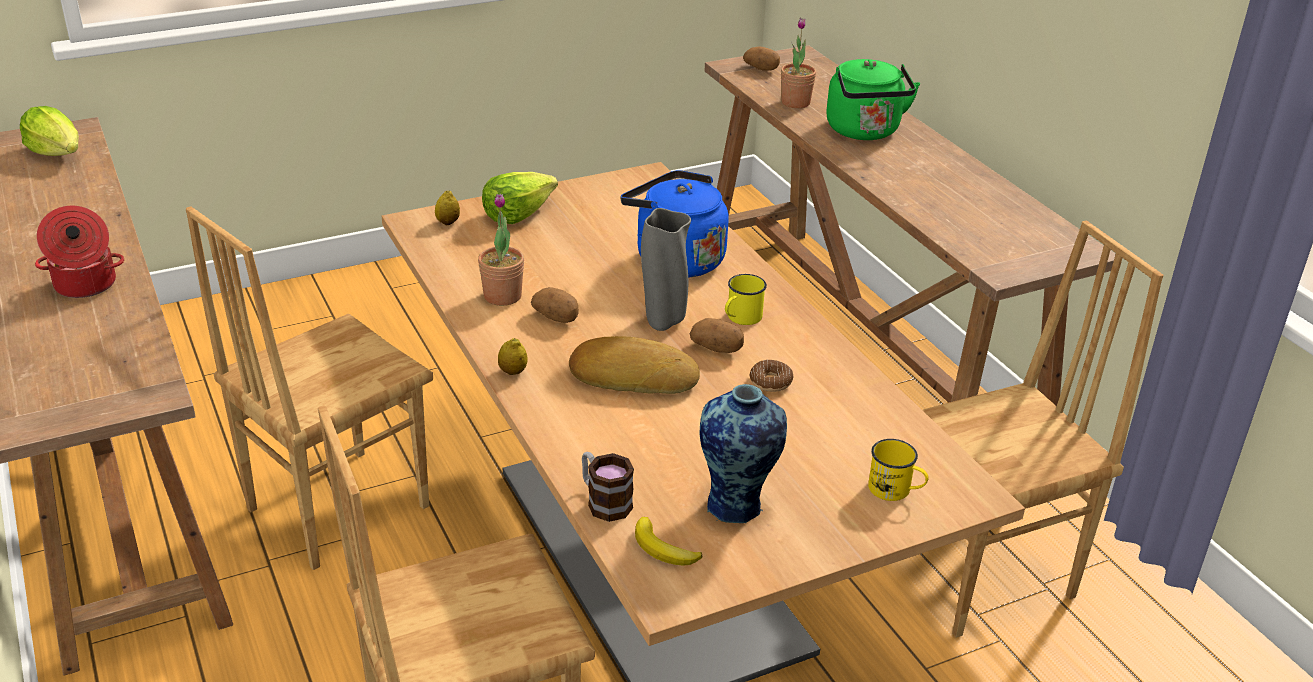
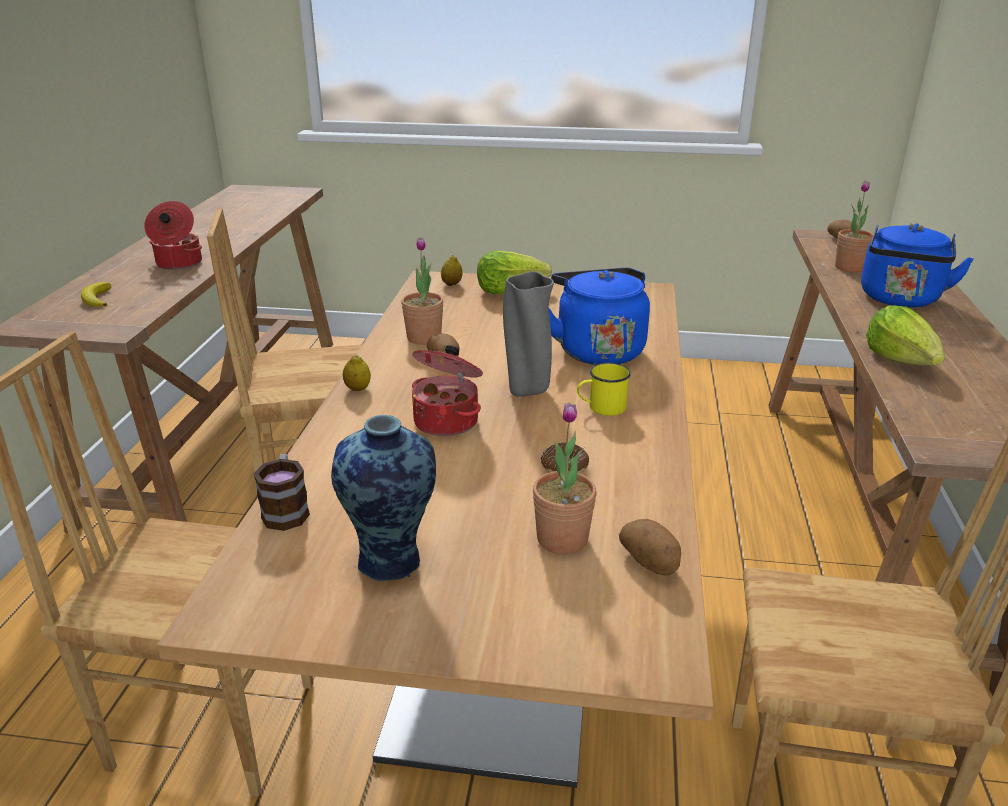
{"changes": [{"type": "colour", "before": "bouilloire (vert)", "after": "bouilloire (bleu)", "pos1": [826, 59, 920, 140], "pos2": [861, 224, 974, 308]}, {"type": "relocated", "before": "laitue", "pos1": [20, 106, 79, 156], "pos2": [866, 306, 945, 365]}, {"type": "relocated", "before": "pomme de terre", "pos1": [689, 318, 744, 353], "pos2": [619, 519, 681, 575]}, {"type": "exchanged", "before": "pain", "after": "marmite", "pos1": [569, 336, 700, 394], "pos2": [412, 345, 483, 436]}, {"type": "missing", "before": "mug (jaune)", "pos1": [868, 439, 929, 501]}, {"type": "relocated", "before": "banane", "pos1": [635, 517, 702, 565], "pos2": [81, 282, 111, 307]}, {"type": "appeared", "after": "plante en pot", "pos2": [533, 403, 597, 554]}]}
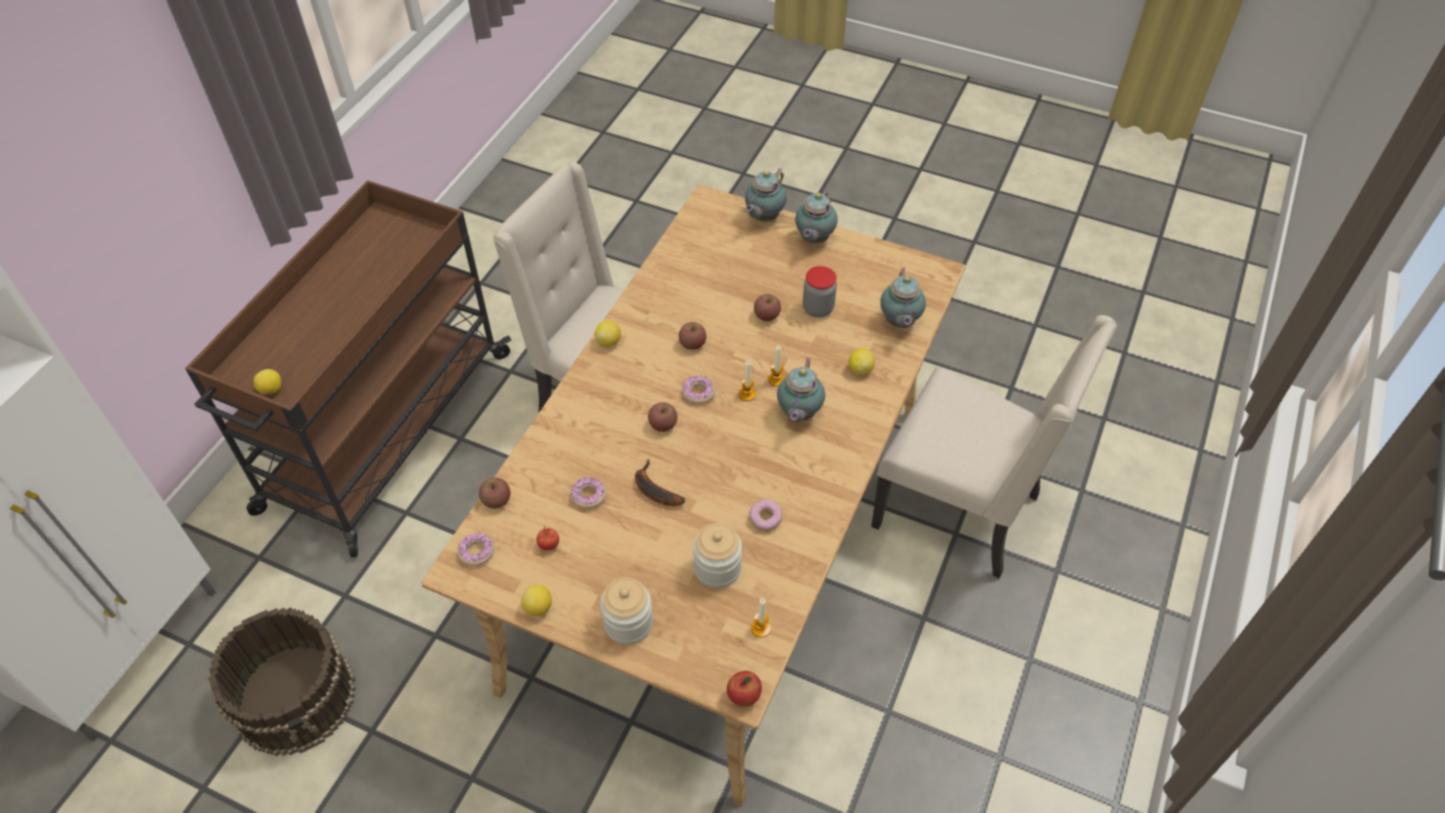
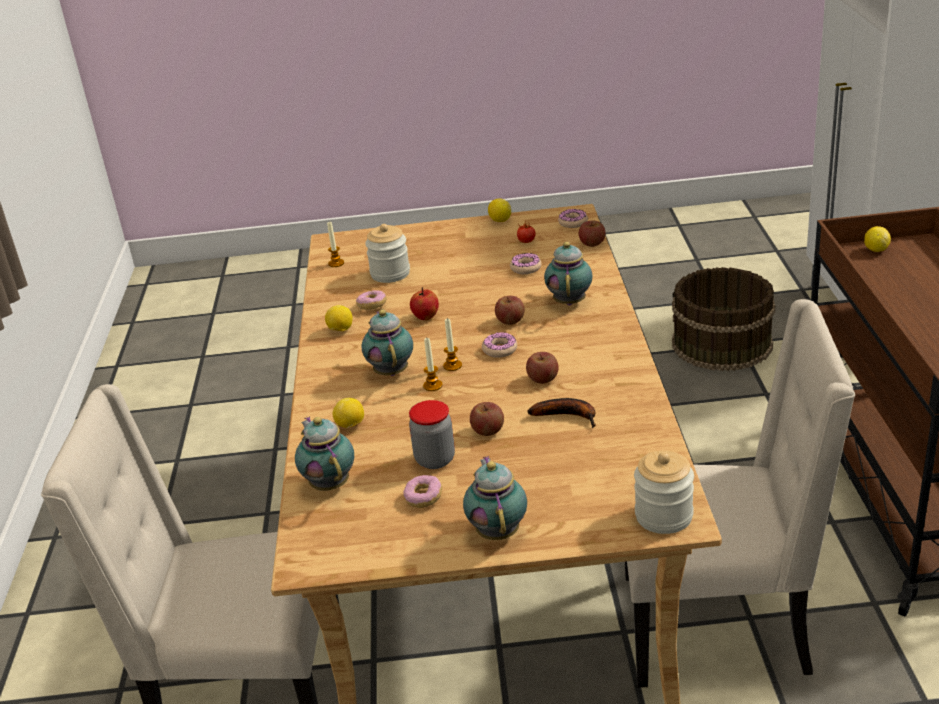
{"changes": [{"type": "relocated", "before": "théière", "pos1": [745, 168, 786, 222], "pos2": [544, 242, 593, 306]}, {"type": "relocated", "before": "citron", "pos1": [595, 321, 621, 347], "pos2": [325, 305, 353, 331]}, {"type": "relocated", "before": "banane", "pos1": [635, 459, 685, 506], "pos2": [527, 398, 595, 428]}, {"type": "relocated", "before": "bocal", "pos1": [600, 578, 653, 645], "pos2": [634, 450, 694, 534]}, {"type": "relocated", "before": "pomme", "pos1": [727, 671, 762, 707], "pos2": [410, 287, 439, 320]}, {"type": "appeared", "after": "beignet", "pos2": [403, 475, 442, 508]}]}
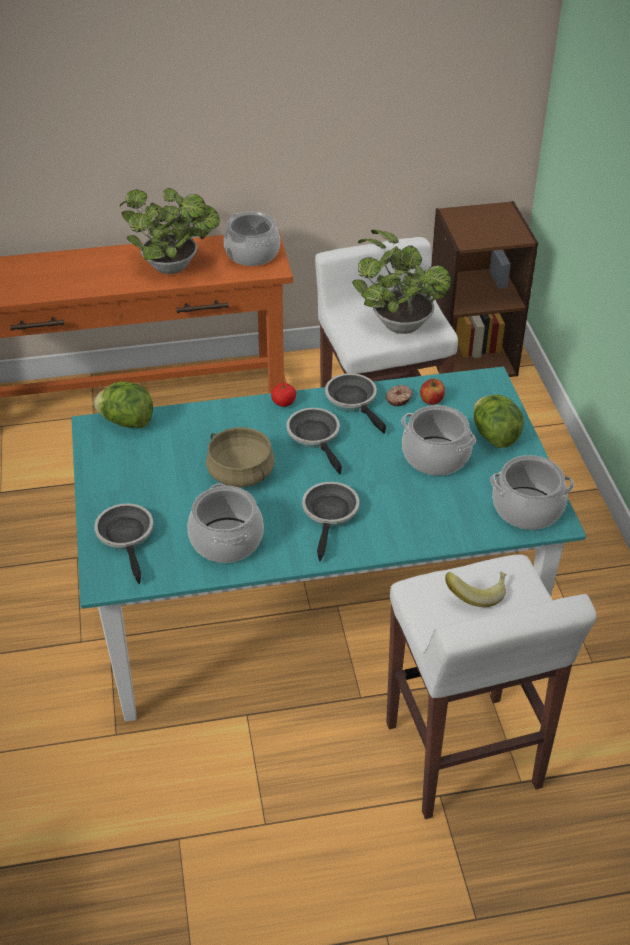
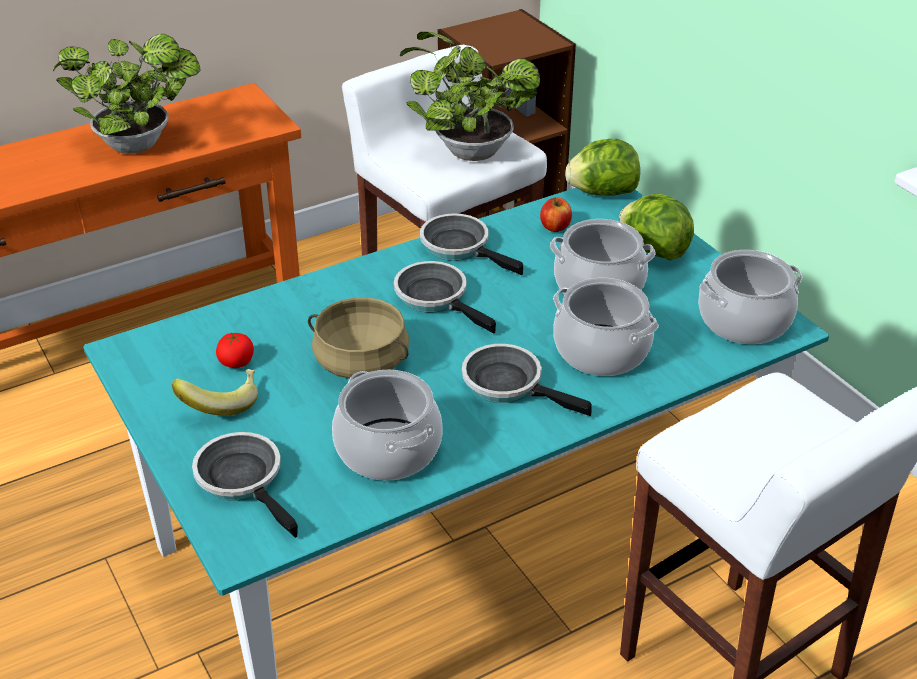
{"changes": [{"type": "relocated", "before": "marmite", "pos1": [223, 211, 280, 266], "pos2": [553, 278, 659, 376]}, {"type": "relocated", "before": "laitue", "pos1": [93, 382, 153, 428], "pos2": [565, 139, 640, 196]}, {"type": "relocated", "before": "tomate", "pos1": [271, 383, 296, 407], "pos2": [216, 333, 254, 368]}, {"type": "missing", "before": "beignet", "pos1": [386, 385, 413, 406]}, {"type": "spun", "before": "poêle", "pos1": [302, 482, 359, 561], "pos2": [462, 344, 592, 416], "turn": -45}, {"type": "relocated", "before": "banane", "pos1": [445, 572, 507, 607], "pos2": [172, 369, 258, 416]}]}
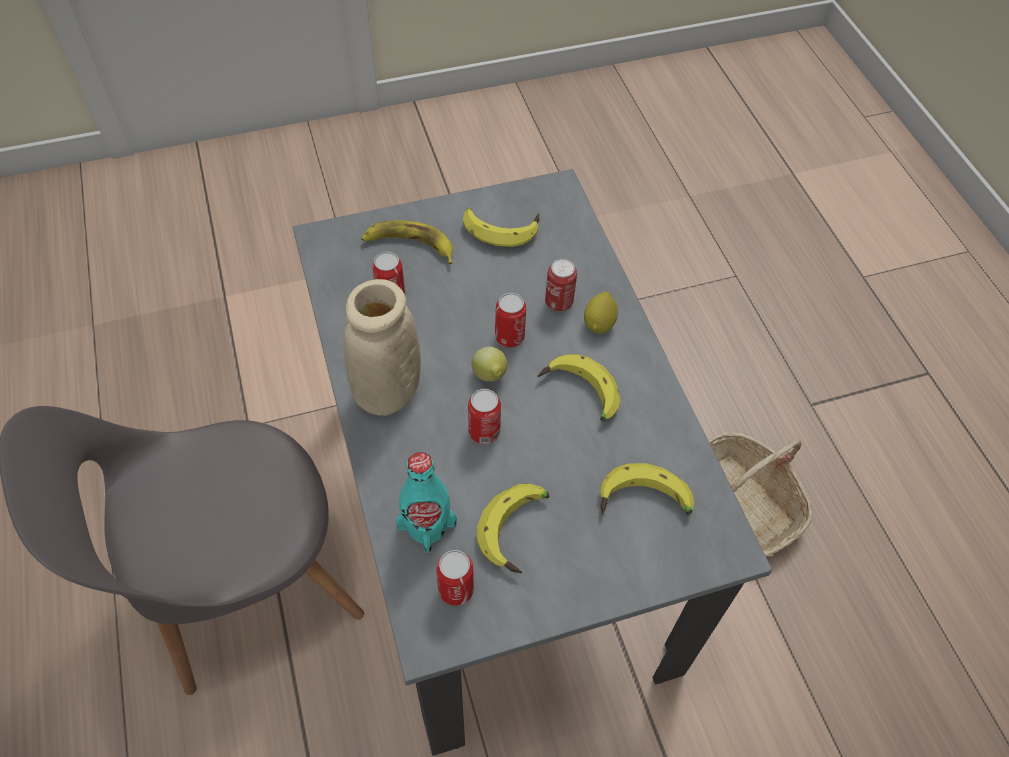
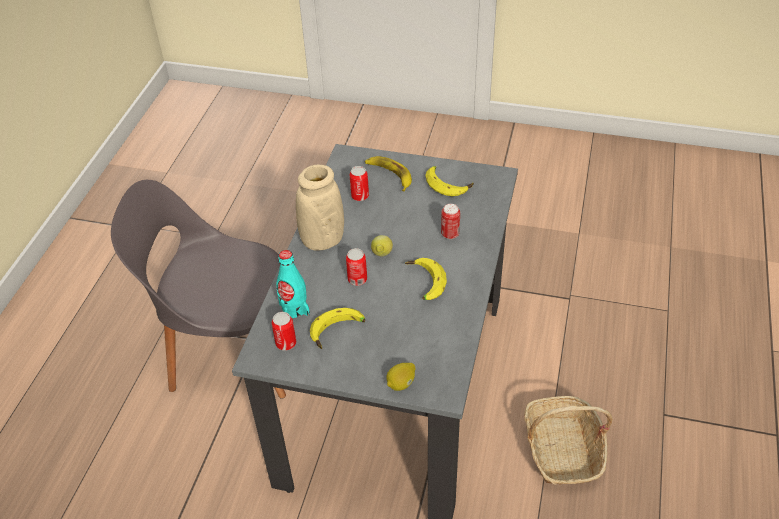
{"changes": [{"type": "relocated", "before": "citron", "pos1": [584, 292, 618, 334], "pos2": [387, 363, 416, 391]}, {"type": "missing", "before": "boîte métallique", "pos1": [495, 293, 526, 348]}, {"type": "missing", "before": "banane", "pos1": [600, 463, 694, 515]}]}
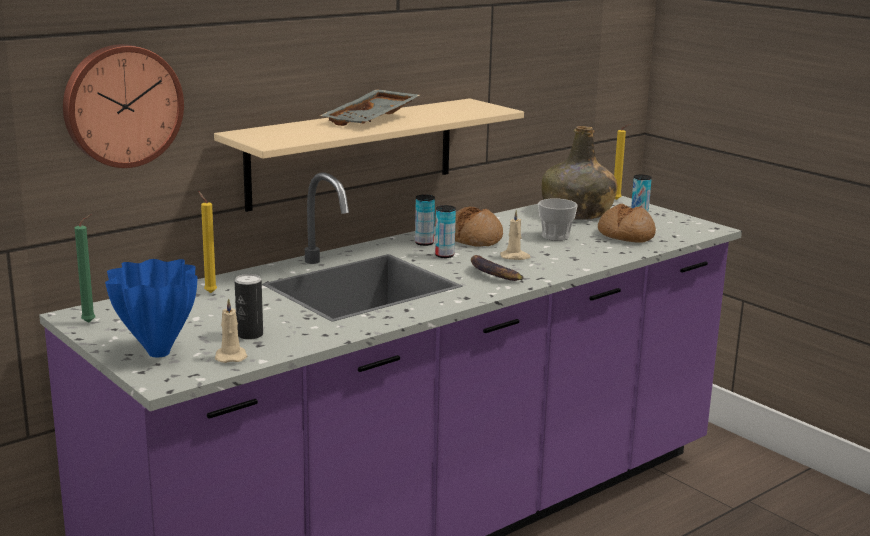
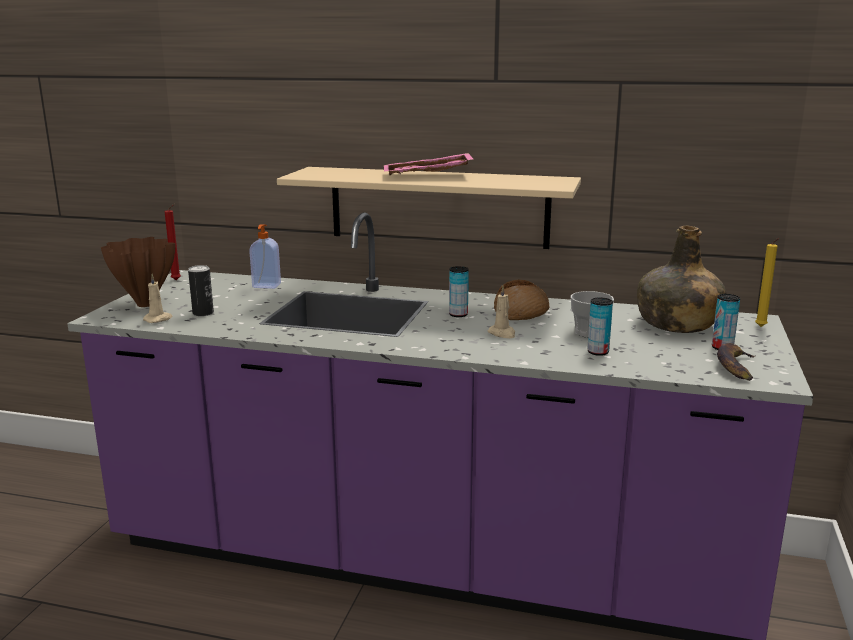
{"changes": [{"type": "missing", "before": "horloge murale", "pos1": [63, 44, 184, 168]}, {"type": "colour", "before": "plateau (gris)", "after": "plateau (rose)", "pos1": [320, 89, 420, 126], "pos2": [384, 153, 473, 175]}, {"type": "exchanged", "before": "bougie (jaune)", "after": "distributeur de savon", "pos1": [199, 192, 217, 293], "pos2": [249, 224, 281, 289]}, {"type": "relocated", "before": "boîte métallique", "pos1": [415, 194, 435, 246], "pos2": [587, 298, 613, 356]}, {"type": "missing", "before": "pain", "pos1": [598, 203, 656, 242]}, {"type": "colour", "before": "bougie (vert)", "after": "bougie (rouge)", "pos1": [75, 214, 95, 323], "pos2": [165, 204, 181, 280]}, {"type": "relocated", "before": "banane", "pos1": [471, 255, 524, 281], "pos2": [717, 343, 756, 381]}, {"type": "colour", "before": "vase (bleu)", "after": "vase (marron)", "pos1": [105, 259, 198, 357], "pos2": [101, 237, 175, 307]}]}
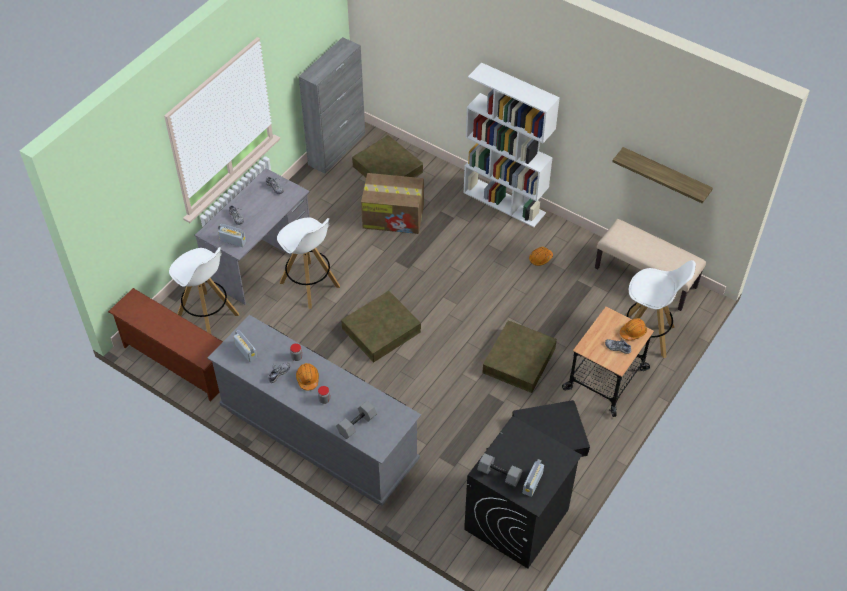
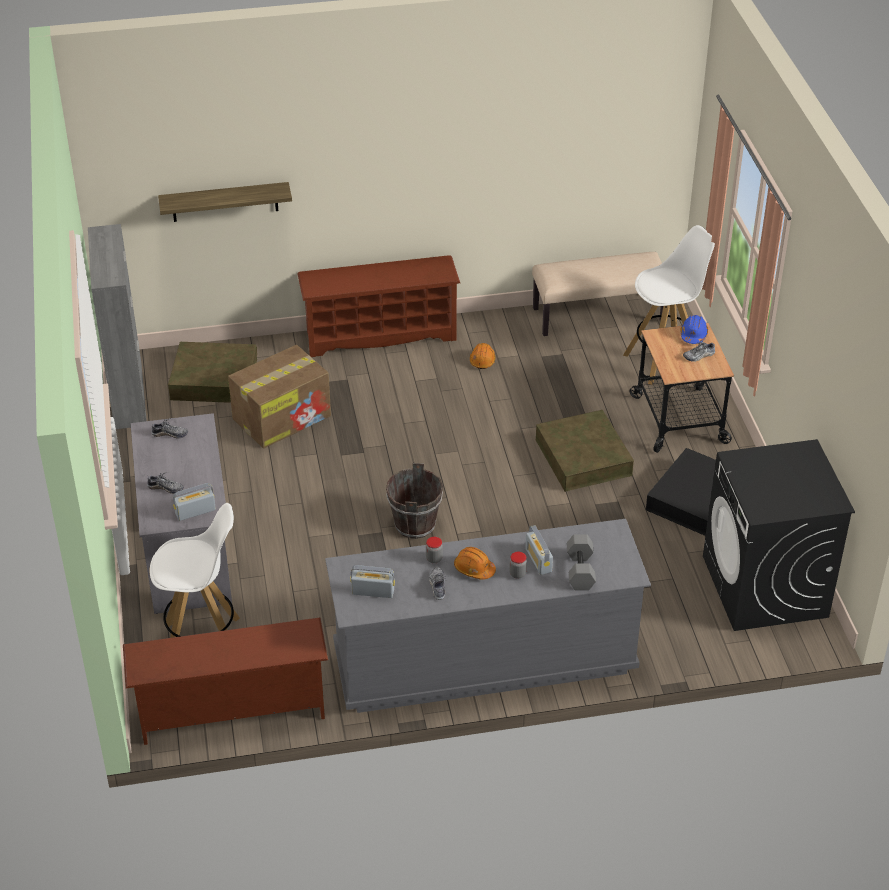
{"changes": [{"type": "exchanged", "before": "bibliothèque (blanc)", "after": "étagère à chaussures (marron)", "pos1": [463, 63, 560, 228], "pos2": [297, 255, 460, 357]}, {"type": "relocated", "before": "étagère", "pos1": [612, 147, 713, 203], "pos2": [158, 182, 292, 222]}, {"type": "missing", "before": "tabouret (blanc)", "pos1": [277, 218, 340, 309]}, {"type": "exchanged", "before": "boîte de rangement (marron)", "after": "seau (marron)", "pos1": [341, 291, 421, 362], "pos2": [386, 463, 443, 539]}, {"type": "colour", "before": "casque de chantier (orange)", "after": "casque de chantier (bleu)", "pos1": [620, 318, 647, 340], "pos2": [680, 315, 708, 344]}, {"type": "missing", "before": "haltère (gris)", "pos1": [477, 453, 522, 487]}, {"type": "relocated", "before": "radio", "pos1": [523, 459, 544, 497], "pos2": [525, 525, 553, 575]}]}
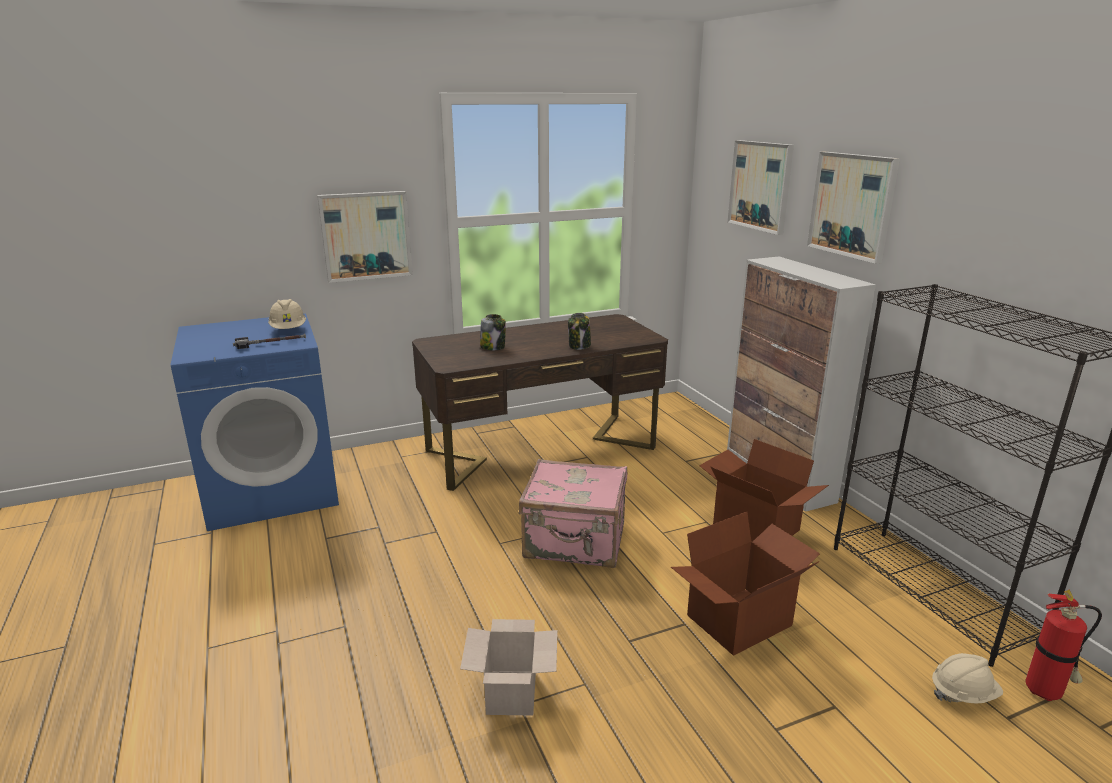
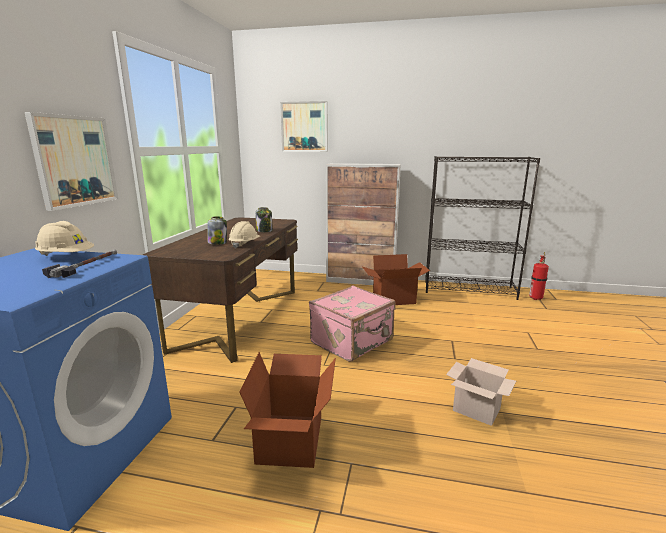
{"changes": [{"type": "missing", "before": "tableau", "pos1": [807, 152, 900, 264]}, {"type": "relocated", "before": "carton", "pos1": [671, 512, 820, 656], "pos2": [239, 352, 336, 468]}, {"type": "relocated", "before": "casque de chantier (beige)", "pos1": [932, 653, 1003, 704], "pos2": [229, 221, 260, 249]}]}
